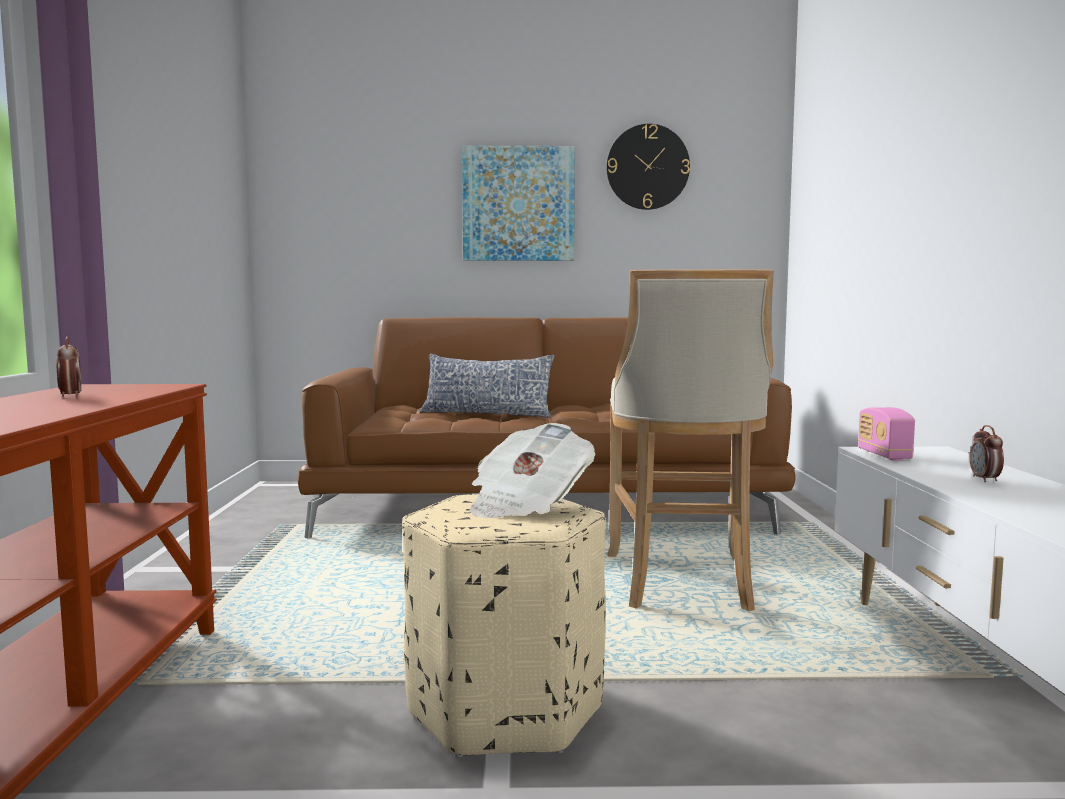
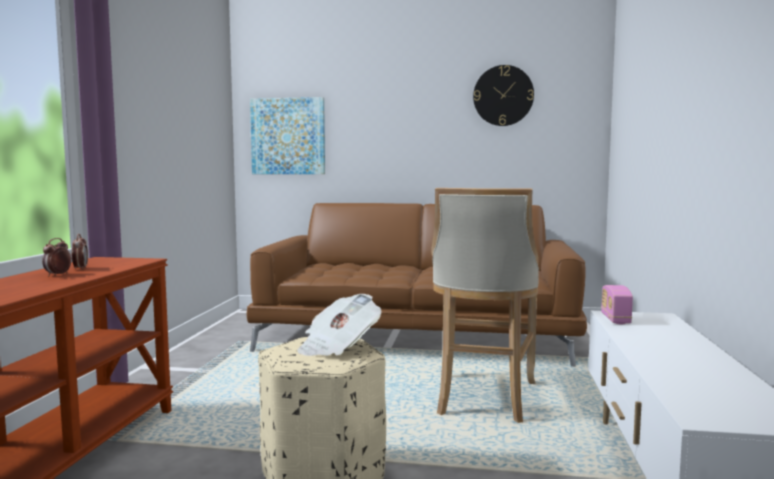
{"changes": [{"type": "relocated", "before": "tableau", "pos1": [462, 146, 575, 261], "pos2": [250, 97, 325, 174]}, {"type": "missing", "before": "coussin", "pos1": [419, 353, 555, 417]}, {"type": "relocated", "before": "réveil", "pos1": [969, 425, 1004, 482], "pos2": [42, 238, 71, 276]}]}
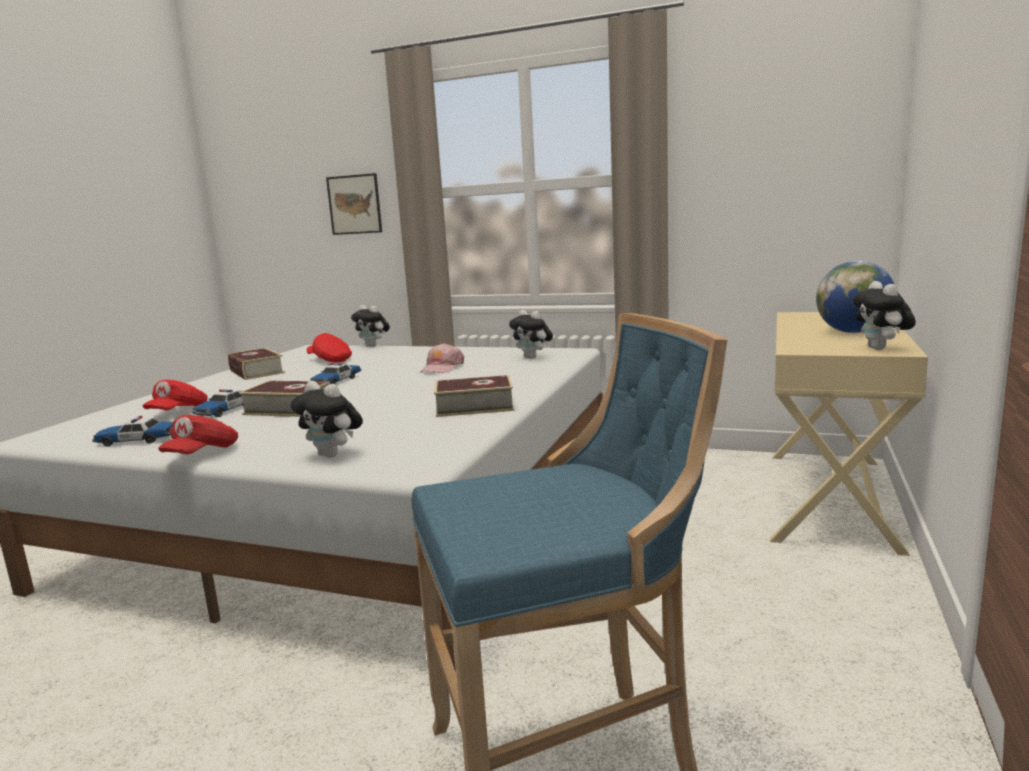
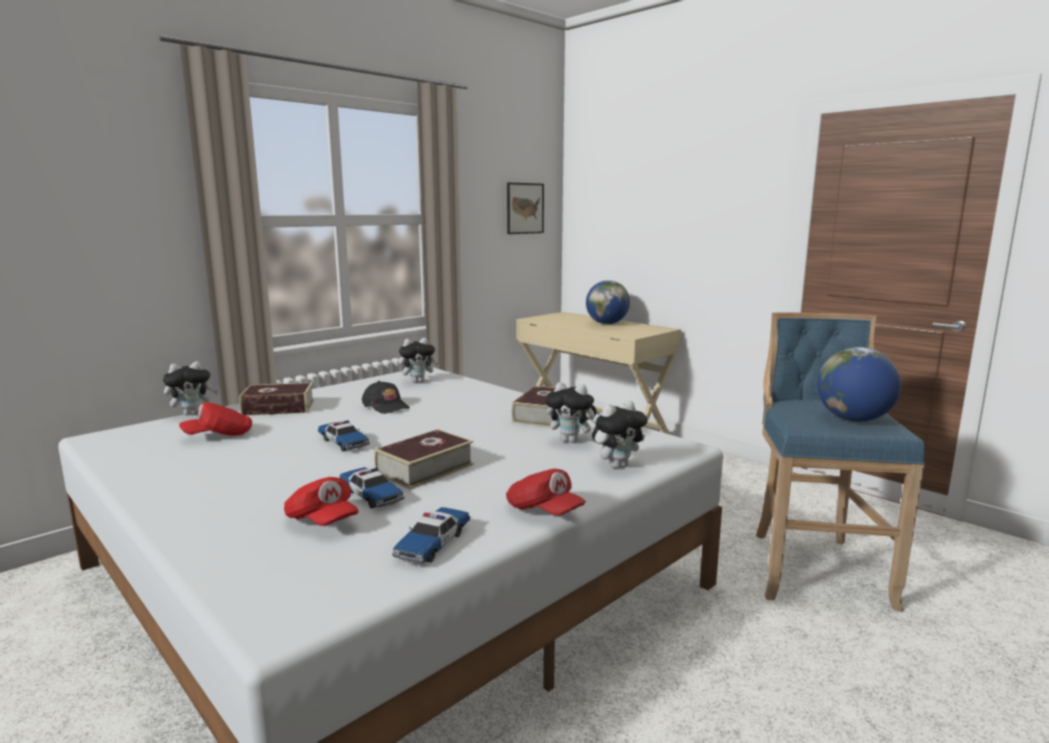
{"changes": [{"type": "relocated", "before": "tableau", "pos1": [326, 173, 382, 235], "pos2": [507, 182, 544, 234]}, {"type": "relocated", "before": "peluche", "pos1": [852, 281, 916, 350], "pos2": [546, 382, 597, 443]}, {"type": "colour", "before": "casquette (rose)", "after": "casquette (noir)", "pos1": [420, 343, 464, 373], "pos2": [362, 381, 410, 414]}, {"type": "relocated", "before": "livre", "pos1": [228, 348, 285, 380], "pos2": [239, 382, 314, 416]}, {"type": "appeared", "after": "globe", "pos2": [817, 347, 901, 422]}]}
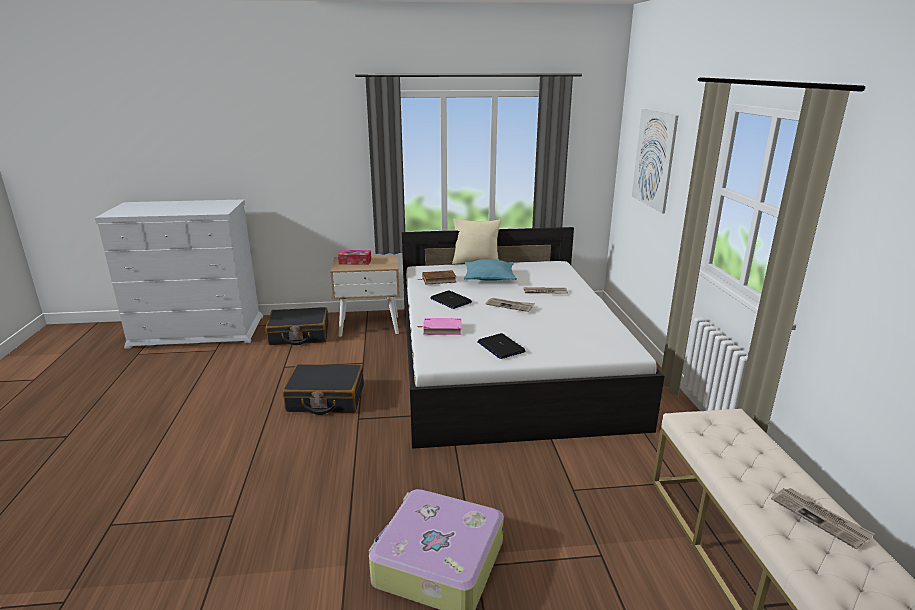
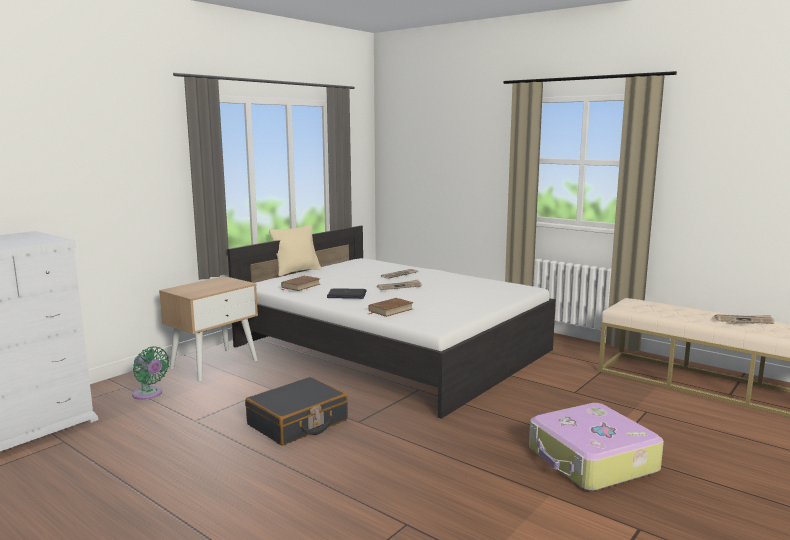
{"changes": [{"type": "missing", "before": "tableau", "pos1": [632, 109, 678, 213]}, {"type": "missing", "before": "boîte à mouchoirs", "pos1": [338, 250, 371, 265]}, {"type": "missing", "before": "coussin (turquoise)", "pos1": [464, 259, 517, 281]}, {"type": "exchanged", "before": "valise (noir)", "after": "ventilateur (vert)", "pos1": [265, 307, 329, 345], "pos2": [132, 346, 170, 400]}, {"type": "colour", "before": "livre (rose)", "after": "livre (marron)", "pos1": [418, 318, 462, 335], "pos2": [369, 298, 414, 317]}, {"type": "missing", "before": "ordinateur portable", "pos1": [477, 333, 525, 359]}]}
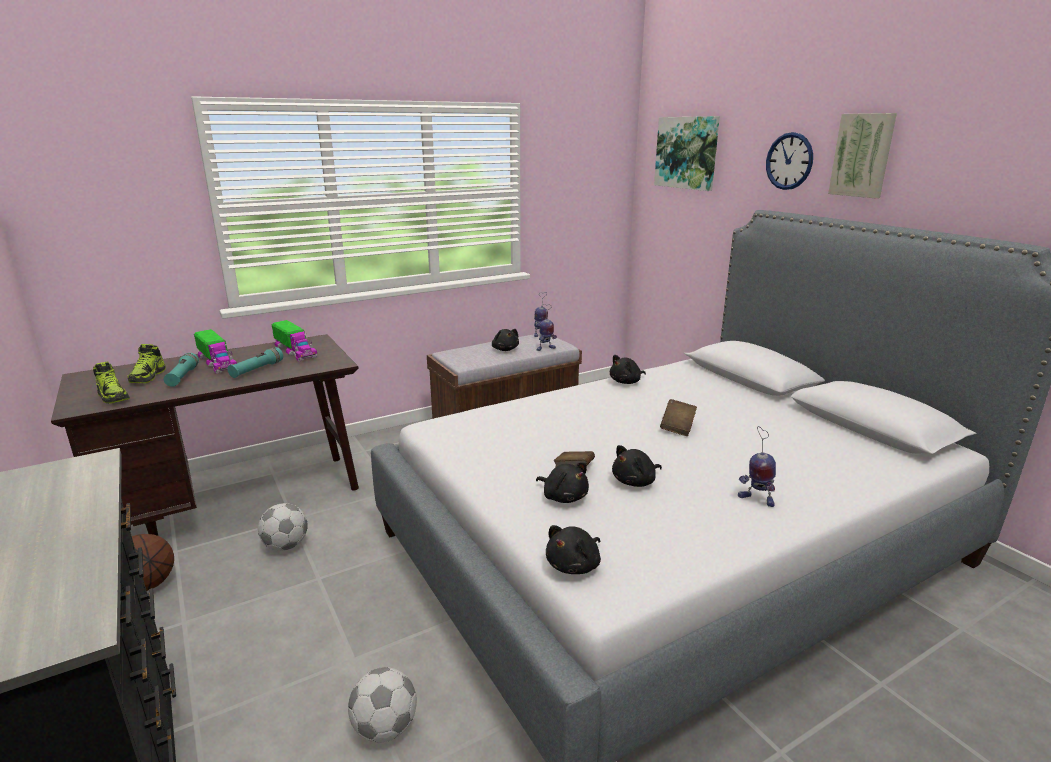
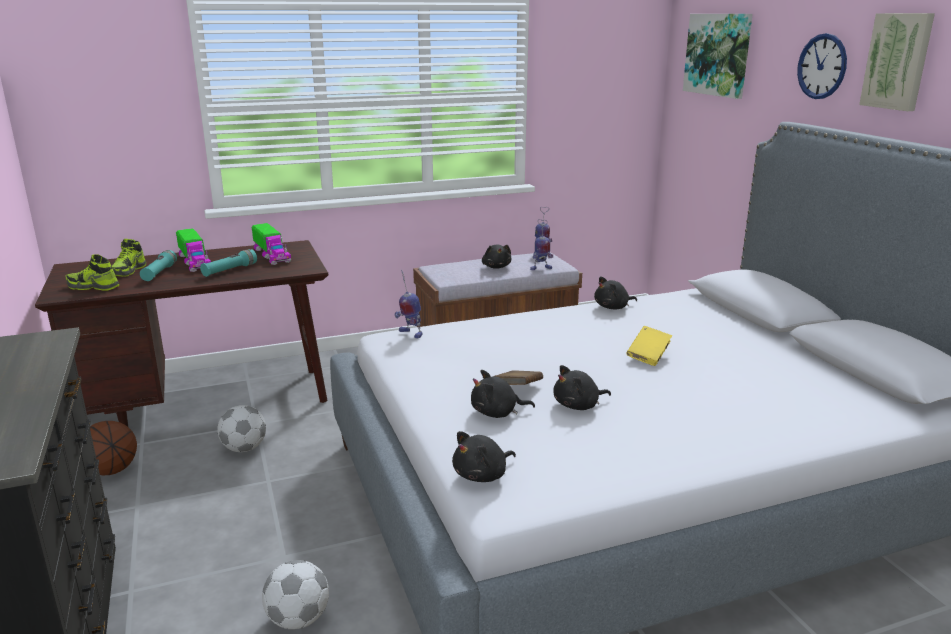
{"changes": [{"type": "spun", "before": "chaussure", "pos1": [93, 362, 130, 403], "pos2": [65, 254, 119, 291], "turn": 135}, {"type": "colour", "before": "livre (marron)", "after": "livre (jaune)", "pos1": [660, 399, 697, 436], "pos2": [626, 326, 672, 366]}, {"type": "relocated", "before": "robot jouet", "pos1": [738, 426, 776, 507], "pos2": [394, 269, 422, 339]}, {"type": "spun", "before": "peluche (noir)", "pos1": [536, 462, 589, 503], "pos2": [471, 370, 535, 418], "turn": 120}]}
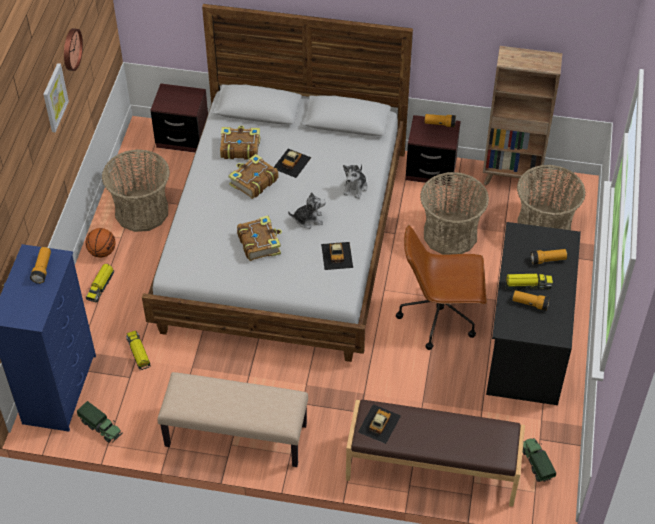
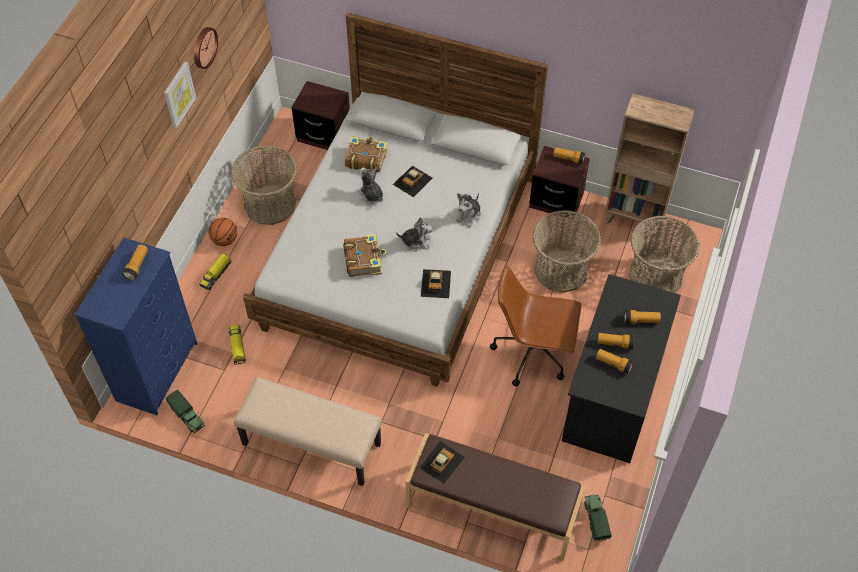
{"changes": [{"type": "exchanged", "before": "livre", "after": "peluche", "pos1": [228, 154, 279, 199], "pos2": [357, 167, 383, 204]}, {"type": "exchanged", "before": "camion jouet", "after": "lampe de poche", "pos1": [504, 274, 553, 290], "pos2": [597, 333, 634, 349]}]}
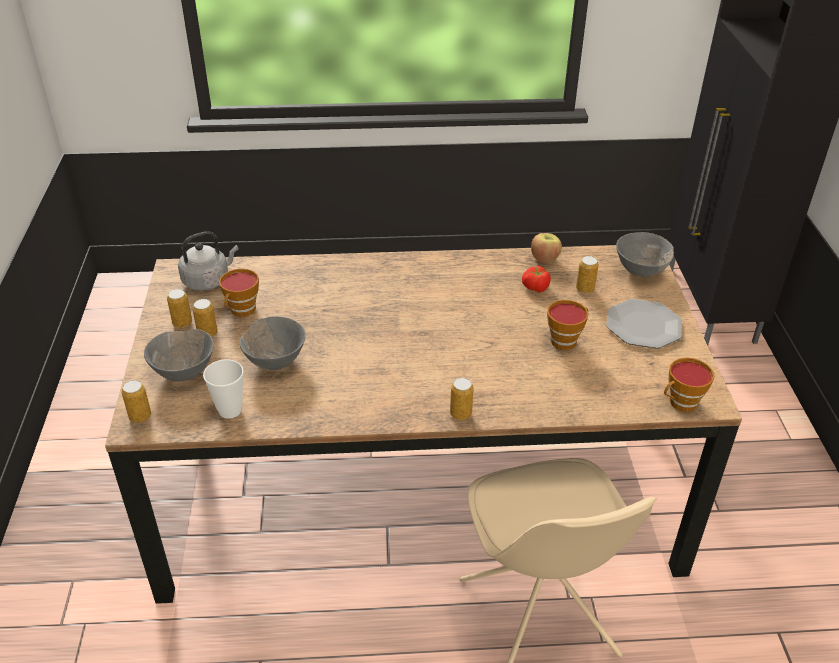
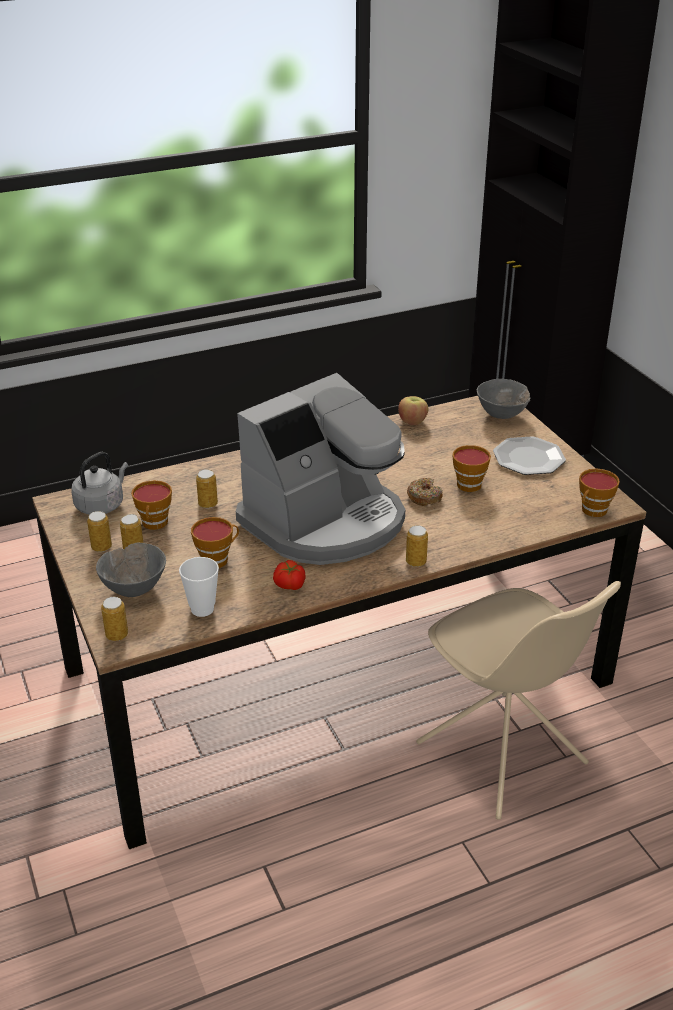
{"changes": [{"type": "relocated", "before": "boîte métallique", "pos1": [576, 256, 599, 293], "pos2": [196, 469, 218, 508]}, {"type": "relocated", "before": "tomate", "pos1": [522, 266, 551, 292], "pos2": [273, 560, 306, 590]}, {"type": "exchanged", "before": "bol (gris)", "after": "tasse", "pos1": [239, 316, 306, 370], "pos2": [191, 517, 239, 568]}, {"type": "appeared", "after": "machine à café", "pos2": [236, 373, 405, 565]}, {"type": "appeared", "after": "beignet", "pos2": [407, 478, 443, 506]}]}
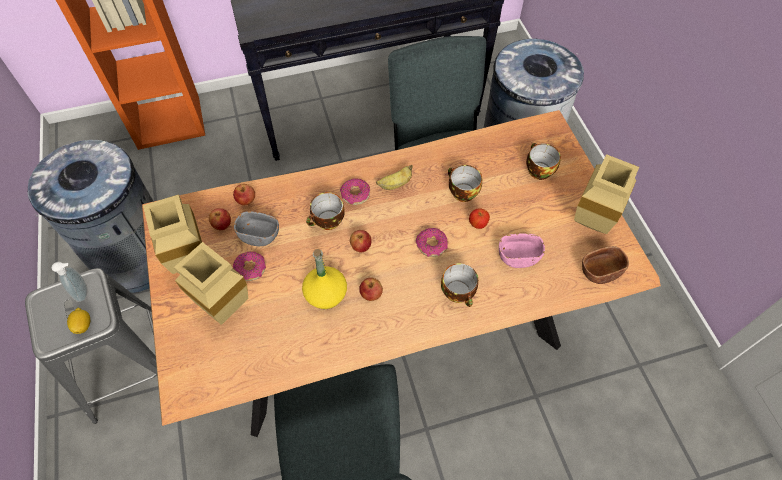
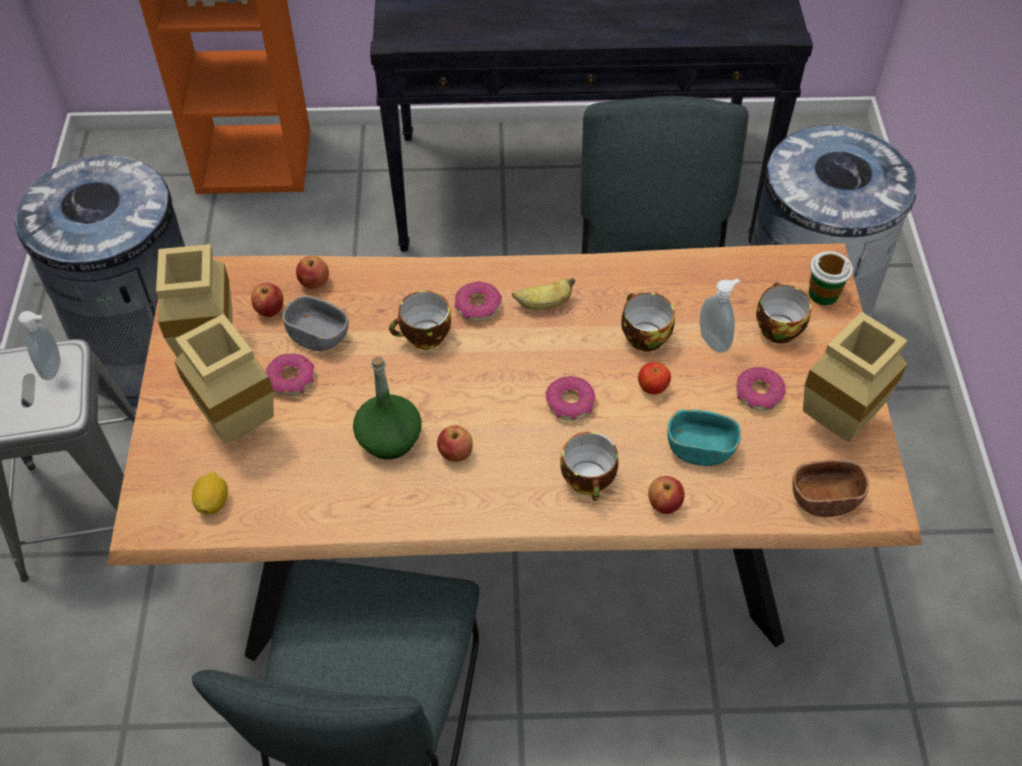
{"changes": [{"type": "relocated", "before": "pomme", "pos1": [350, 230, 371, 252], "pos2": [648, 476, 685, 514]}, {"type": "colour", "before": "bol (rose)", "after": "bol (turquoise)", "pos1": [499, 234, 545, 268], "pos2": [667, 409, 741, 466]}, {"type": "colour", "before": "bouteille (jaune)", "after": "bouteille (vert)", "pos1": [302, 249, 347, 309], "pos2": [353, 356, 422, 459]}, {"type": "relocated", "before": "citron", "pos1": [67, 308, 90, 334], "pos2": [192, 472, 228, 514]}, {"type": "appeared", "after": "tasse", "pos2": [809, 251, 853, 305]}, {"type": "appeared", "after": "distributeur de savon", "pos2": [700, 278, 740, 353]}, {"type": "appeared", "after": "beignet", "pos2": [736, 367, 786, 411]}]}
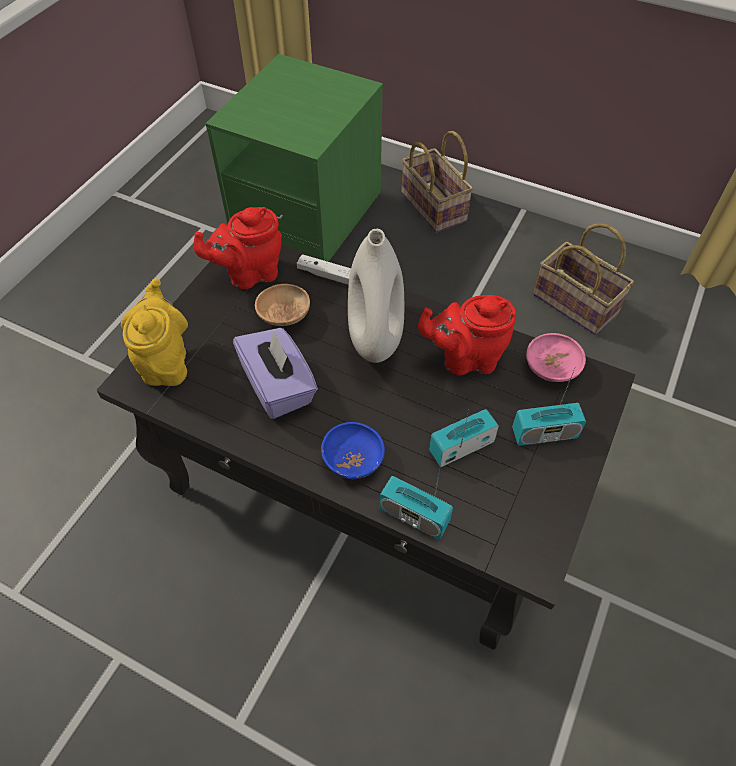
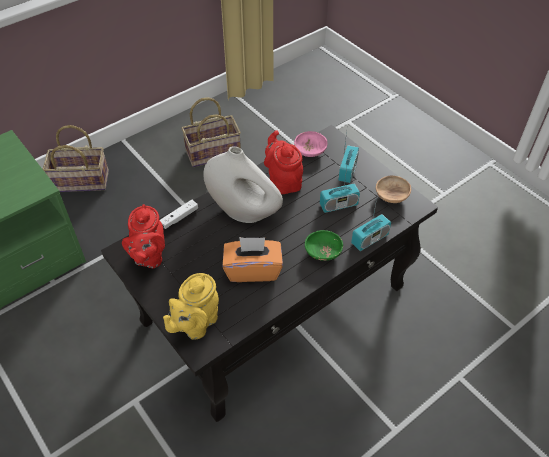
{"changes": [{"type": "spun", "before": "théière (jaune)", "pos1": [121, 279, 188, 386], "pos2": [163, 273, 219, 340], "turn": -75}, {"type": "relocated", "before": "bol (marron)", "pos1": [255, 284, 310, 326], "pos2": [376, 176, 411, 203]}, {"type": "spun", "before": "théière (rouge)", "pos1": [418, 295, 516, 376], "pos2": [264, 130, 303, 194], "turn": 135}, {"type": "colour", "before": "boîte à mouchoirs (violet)", "after": "boîte à mouchoirs (orange)", "pos1": [233, 328, 318, 419], "pos2": [222, 237, 283, 282]}, {"type": "spun", "before": "radio", "pos1": [429, 409, 499, 467], "pos2": [320, 160, 360, 213], "turn": -105}, {"type": "colour", "before": "bol (bleu)", "after": "bol (vert)", "pos1": [321, 422, 385, 479], "pos2": [305, 230, 343, 261]}]}
